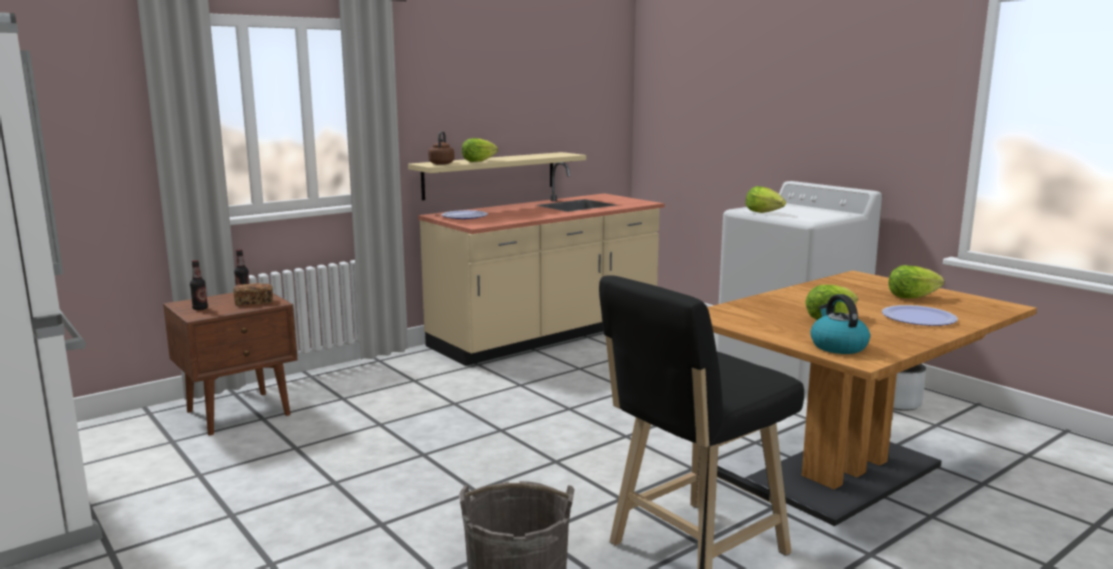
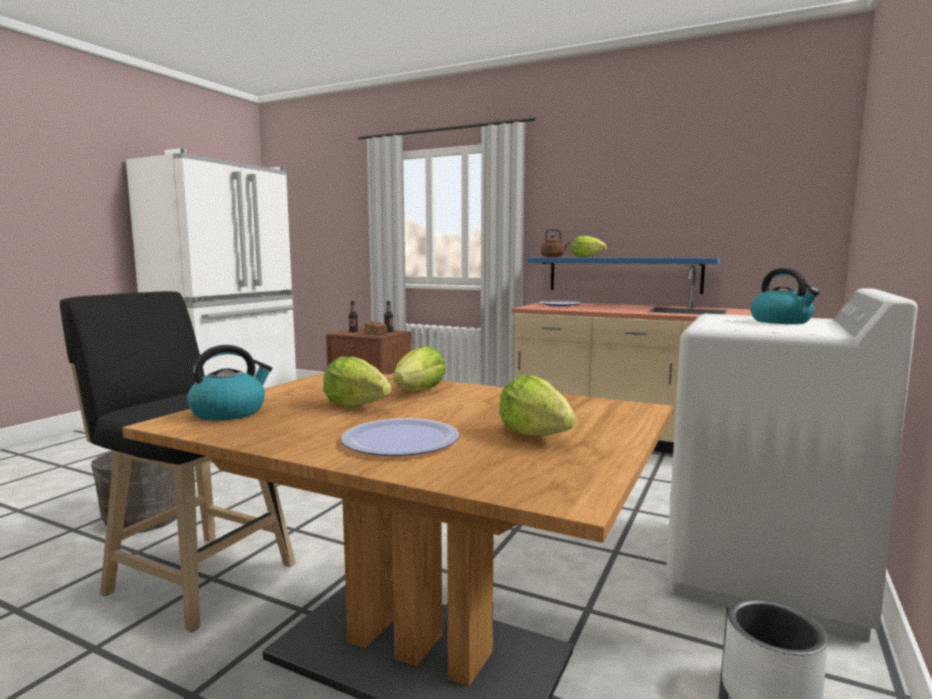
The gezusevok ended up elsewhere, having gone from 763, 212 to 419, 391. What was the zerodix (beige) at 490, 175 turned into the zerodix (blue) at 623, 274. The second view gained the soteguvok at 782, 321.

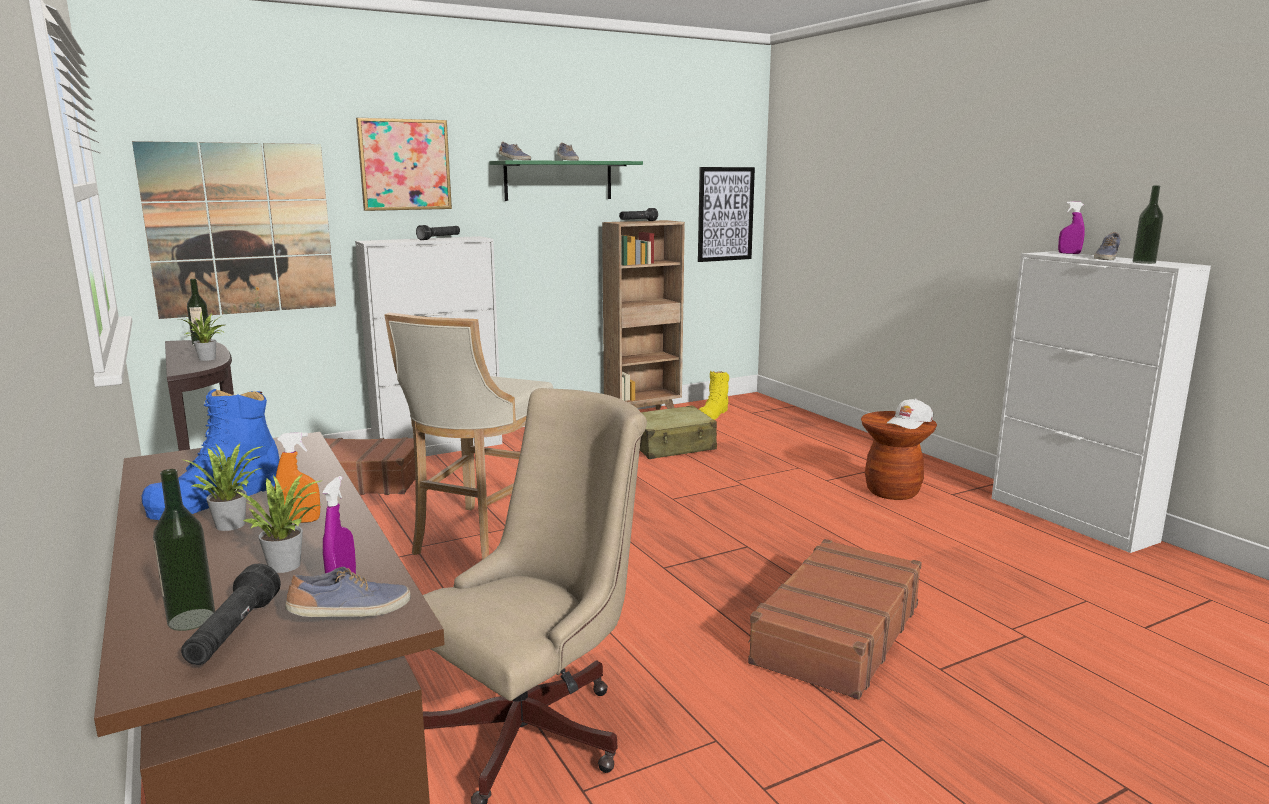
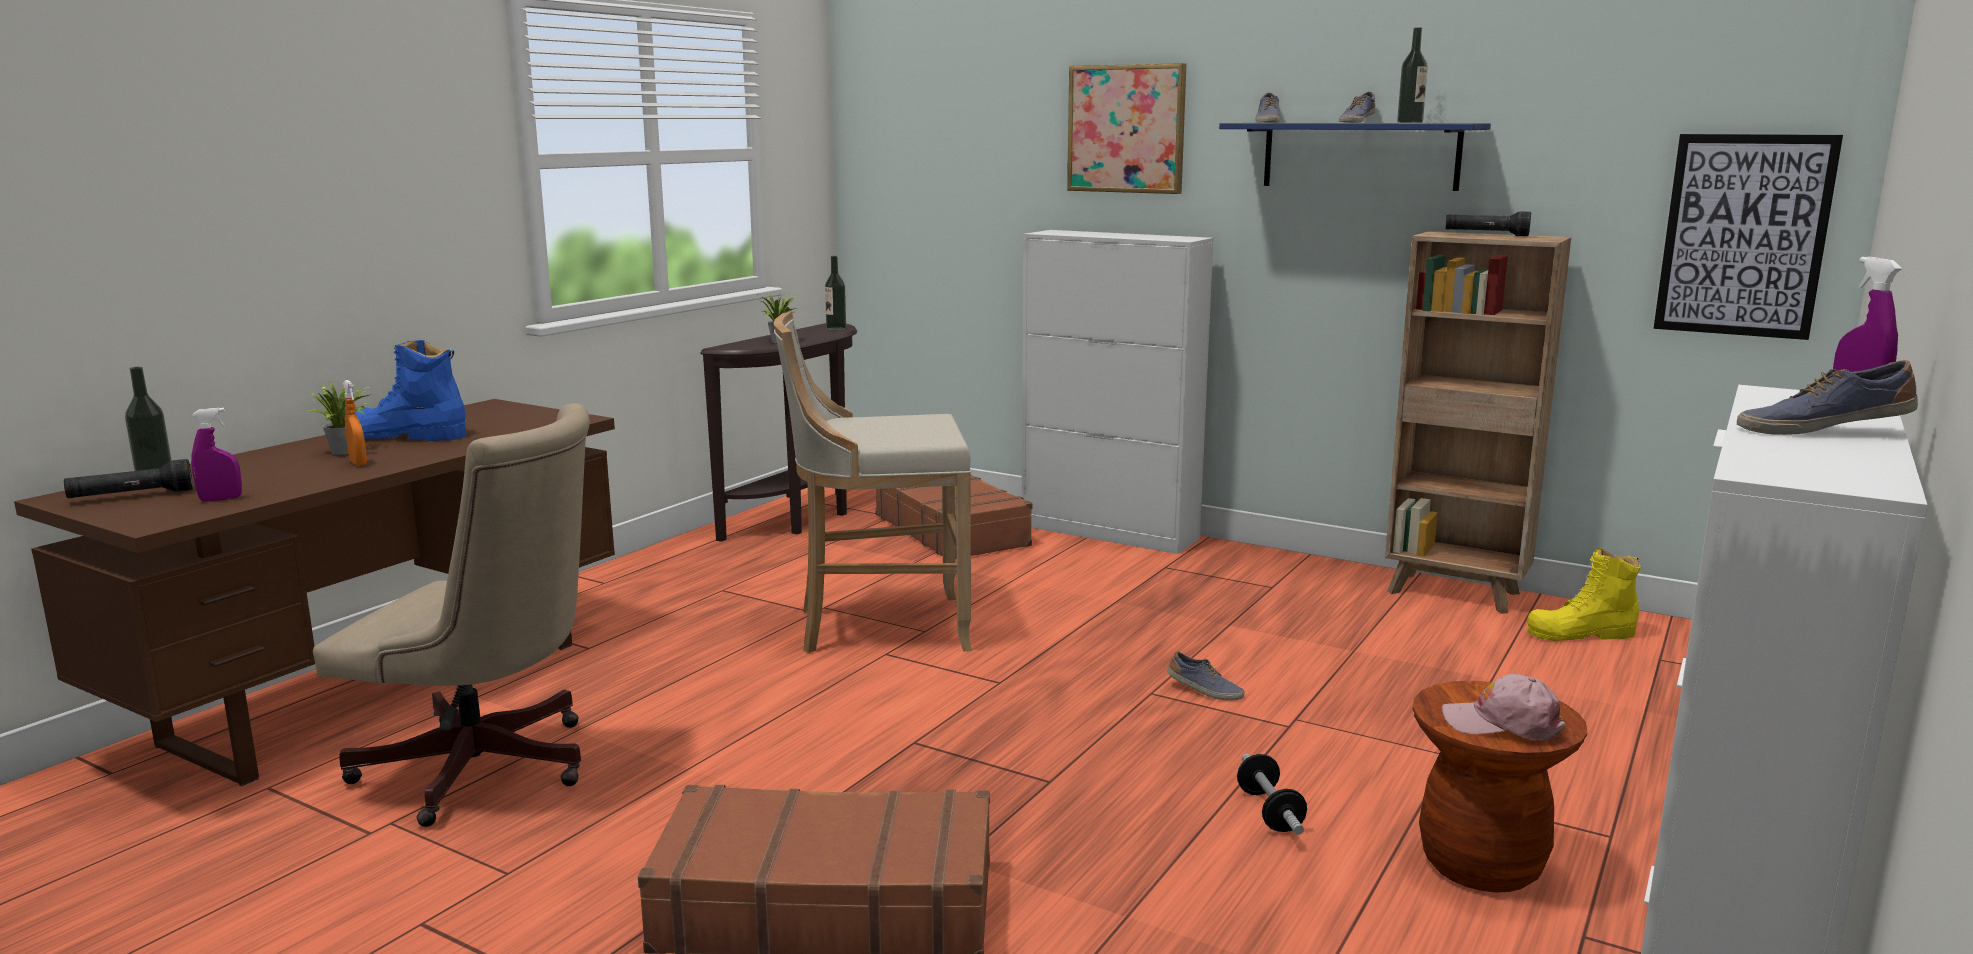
The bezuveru ended up elsewhere, having gone from 352, 613 to 1204, 691. What was the zerodix (green) at 558, 180 turned into the zerodix (blue) at 1360, 155. The second view gained the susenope at 1269, 812. The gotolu ended up elsewhere, having gone from 1144, 262 to 1409, 122. What was the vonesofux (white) at 909, 422 turned into the vonesofux (pink) at 1502, 723. The second view lost the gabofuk at 241, 229. The second view lost the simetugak at 288, 564. The second view lost the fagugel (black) at 439, 238. The second view lost the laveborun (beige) at 672, 446.

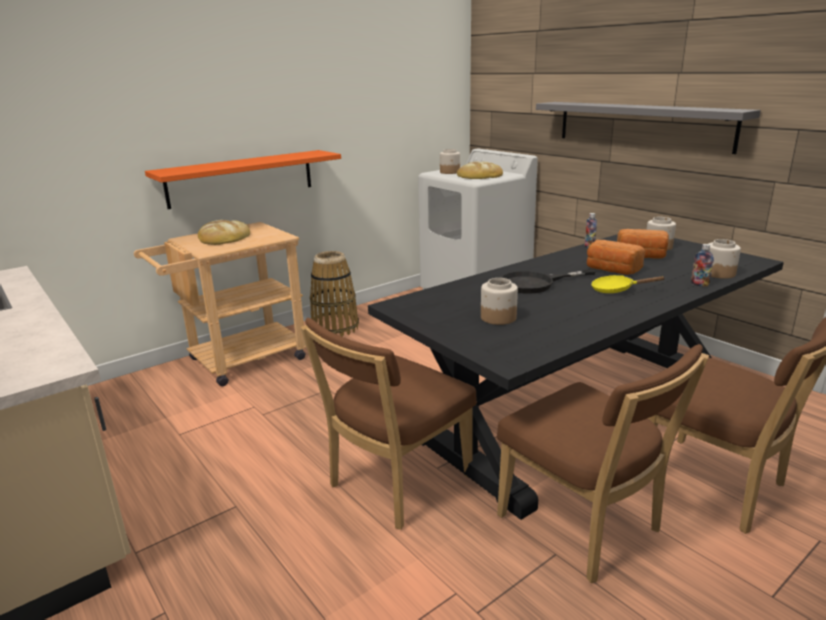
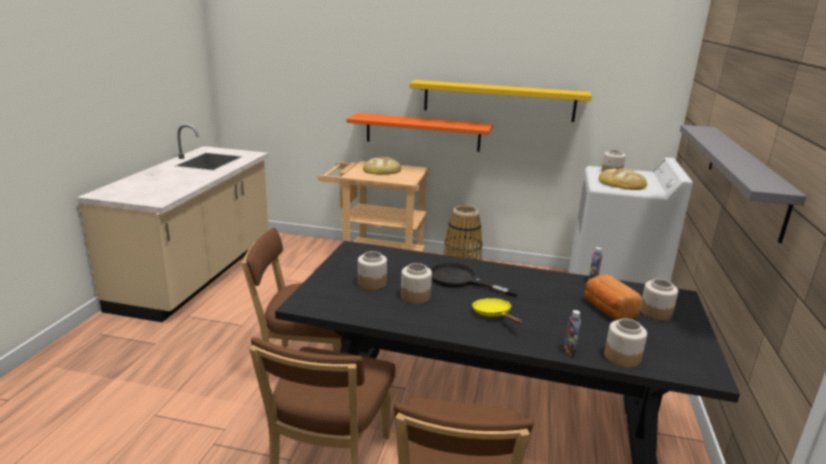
The second view gained the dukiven at 416, 296. The second view gained the zerodix (yellow) at 498, 100. The second view lost the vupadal at 611, 270.

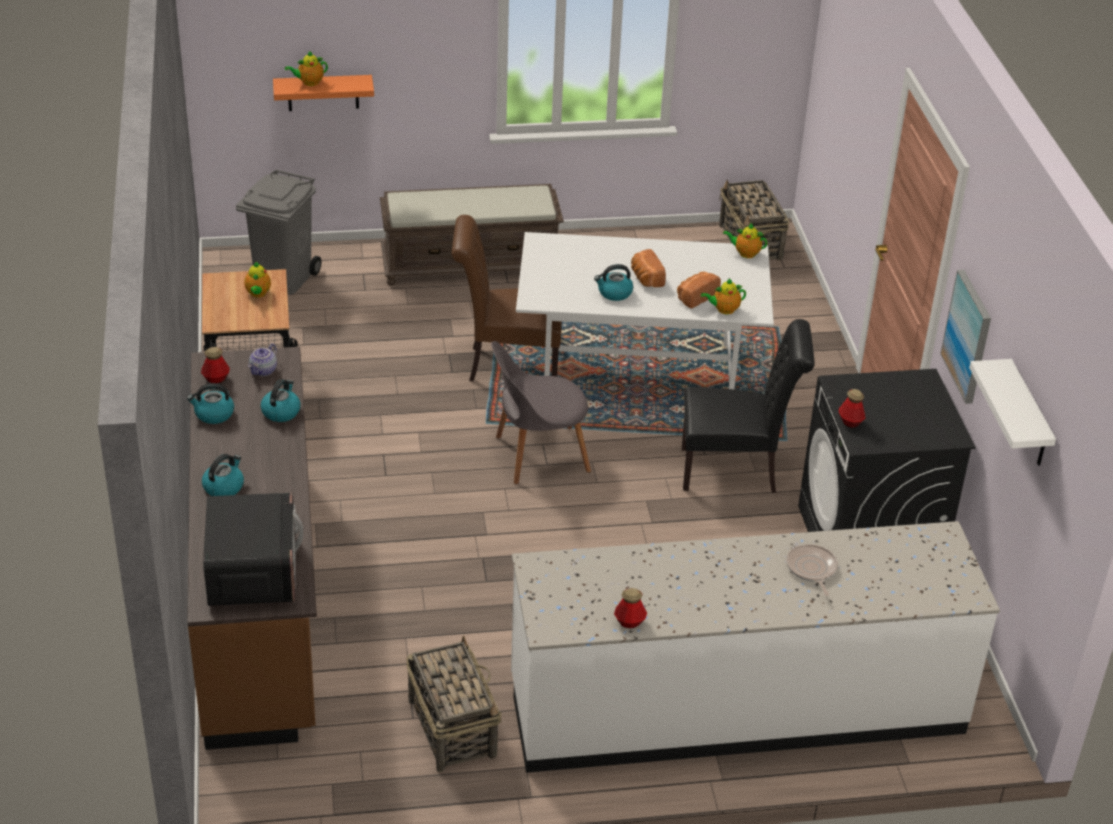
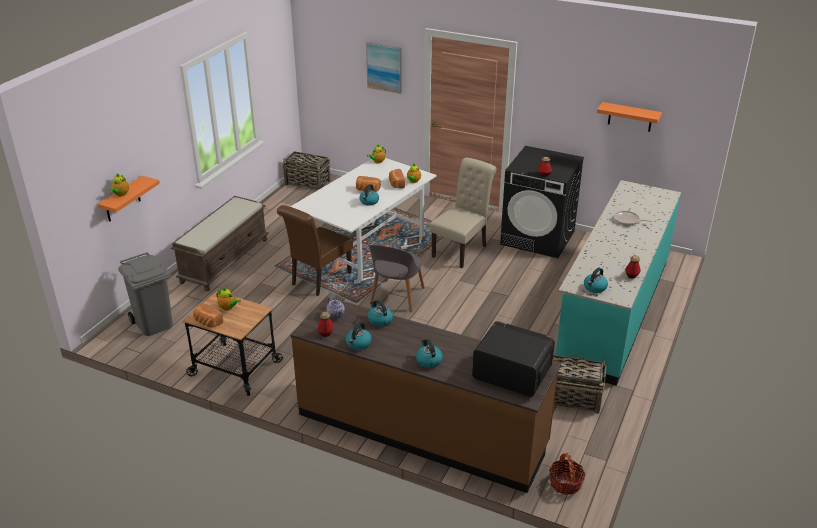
The second view gained the vupadal at 207, 322. The gabofuk ended up elsewhere, having gone from 968, 336 to 384, 67. What was the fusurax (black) at 735, 471 turned into the fusurax (beige) at 462, 250. The second view gained the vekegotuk at 565, 483. What was the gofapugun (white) at 736, 706 turned into the gofapugun (turquoise) at 613, 310. The second view gained the soteguvok at 594, 288. What was the zerodix (white) at 1028, 416 turned into the zerodix (orange) at 630, 117.

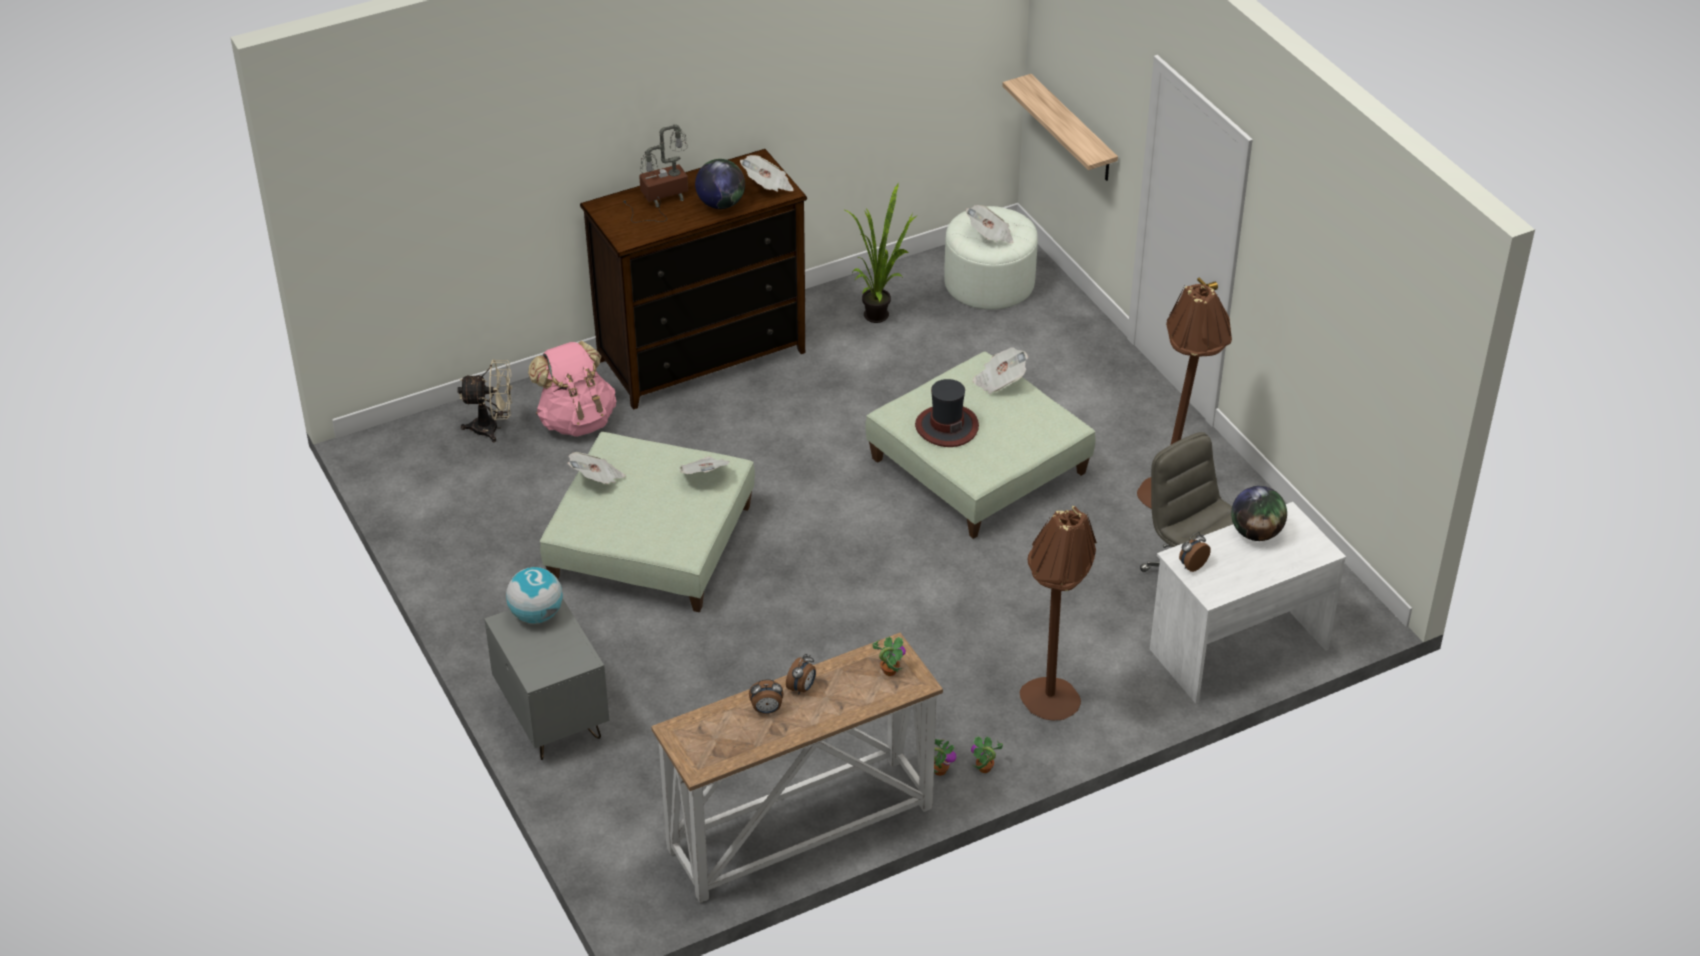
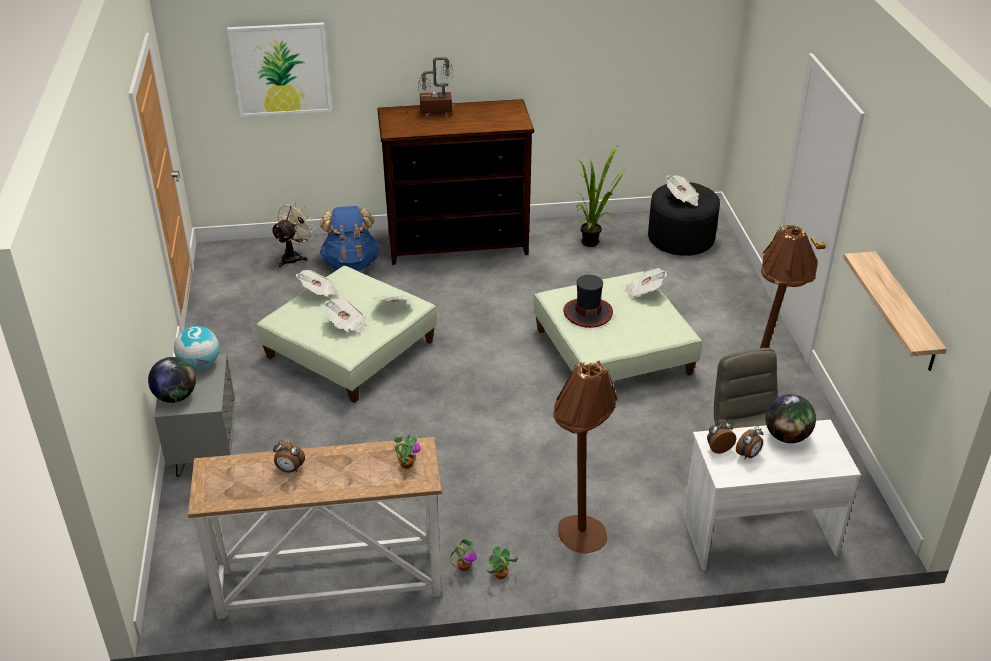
The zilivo ended up elsewhere, having gone from 720, 204 to 175, 397. The second view gained the gabofuk at 281, 69. The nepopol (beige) at 492, 428 ended up facing another way, 75 degrees counterclockwise from before. What was the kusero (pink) at 576, 420 turned into the kusero (blue) at 351, 263. The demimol ended up elsewhere, having gone from 768, 186 to 347, 325. What was the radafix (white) at 989, 283 turned into the radafix (black) at 681, 238. The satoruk ended up elsewhere, having gone from 802, 688 to 748, 455. The zerodix ended up elsewhere, having gone from 1072, 129 to 904, 312.

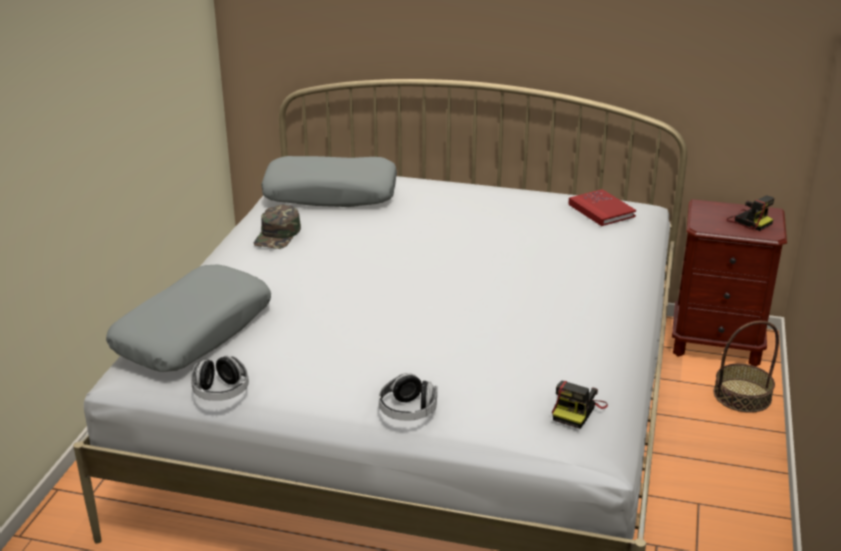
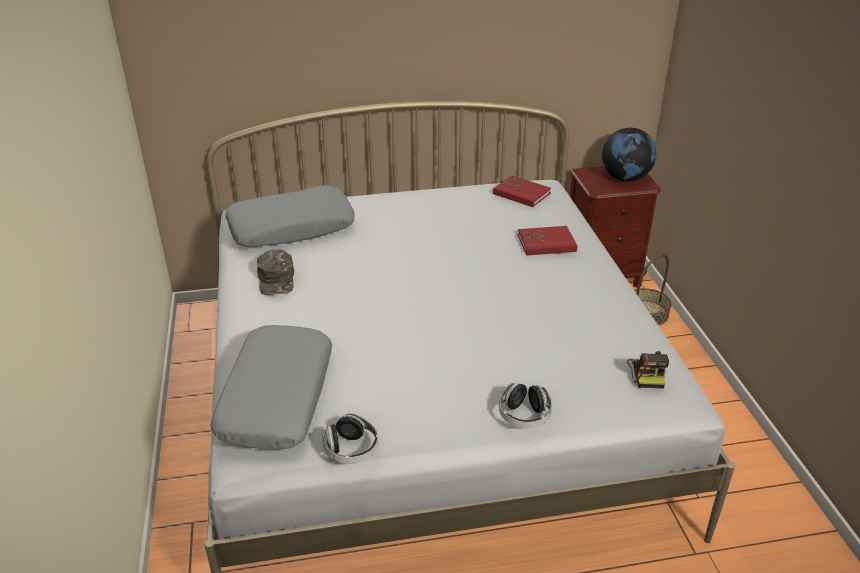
The second view gained the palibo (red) at 546, 243. Where the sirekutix stood at 748, 221, the zilivo came to stand at 625, 178.

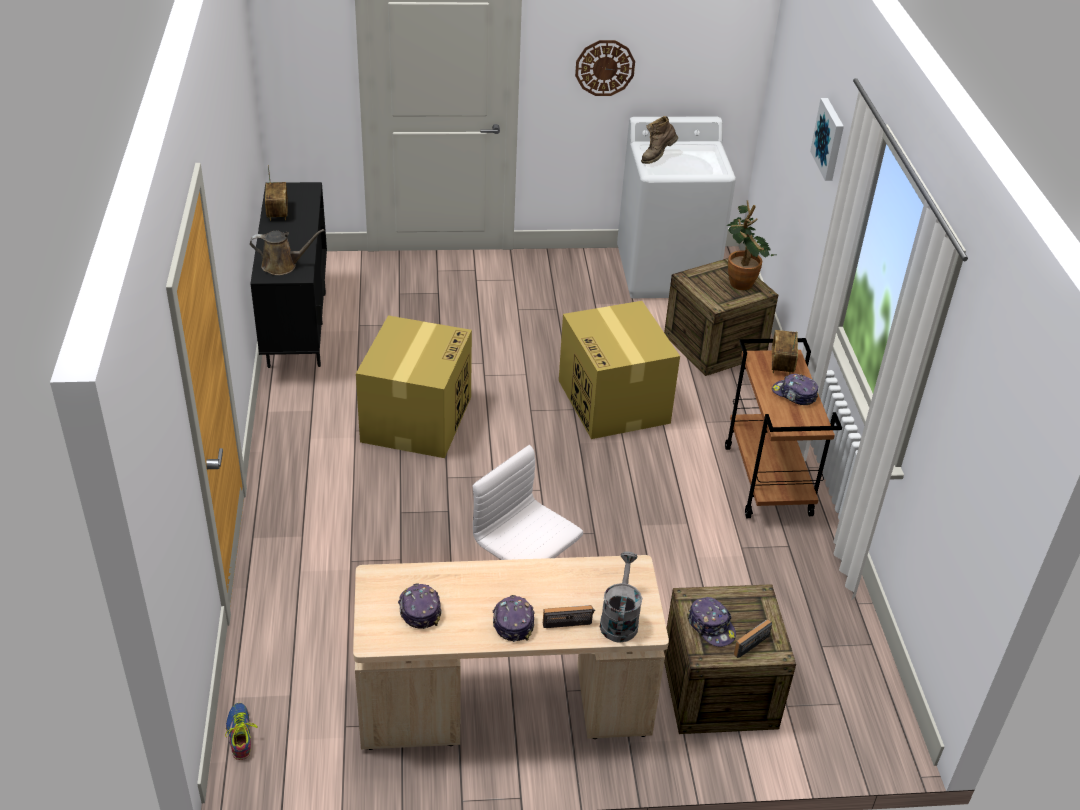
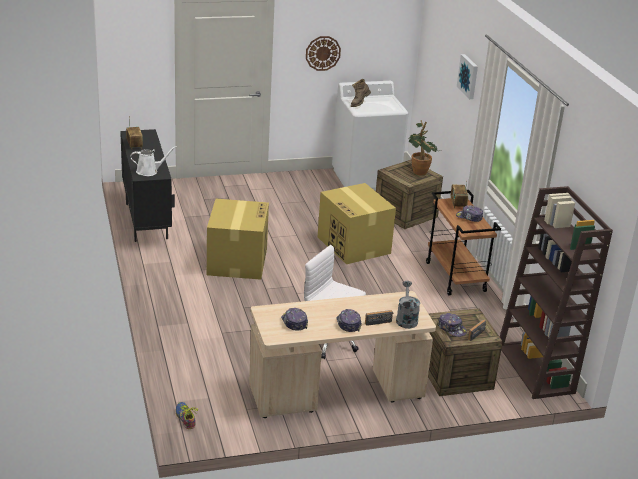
What was the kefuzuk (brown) at 282, 266 turned into the kefuzuk (white) at 149, 171. The second view gained the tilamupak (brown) at 536, 370.

